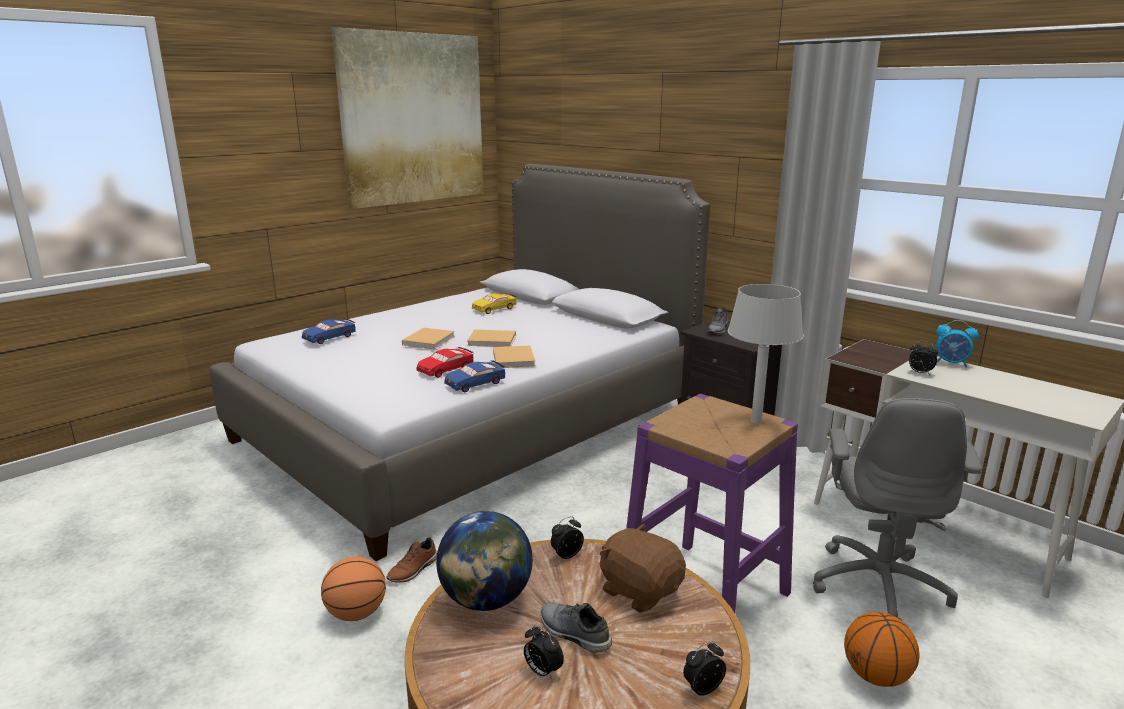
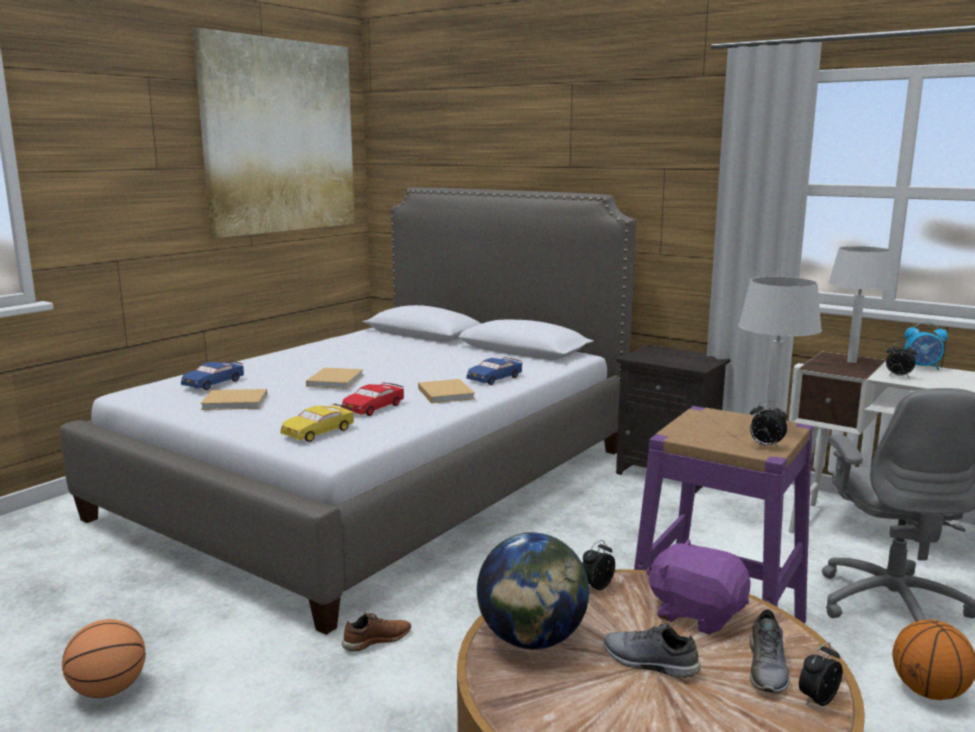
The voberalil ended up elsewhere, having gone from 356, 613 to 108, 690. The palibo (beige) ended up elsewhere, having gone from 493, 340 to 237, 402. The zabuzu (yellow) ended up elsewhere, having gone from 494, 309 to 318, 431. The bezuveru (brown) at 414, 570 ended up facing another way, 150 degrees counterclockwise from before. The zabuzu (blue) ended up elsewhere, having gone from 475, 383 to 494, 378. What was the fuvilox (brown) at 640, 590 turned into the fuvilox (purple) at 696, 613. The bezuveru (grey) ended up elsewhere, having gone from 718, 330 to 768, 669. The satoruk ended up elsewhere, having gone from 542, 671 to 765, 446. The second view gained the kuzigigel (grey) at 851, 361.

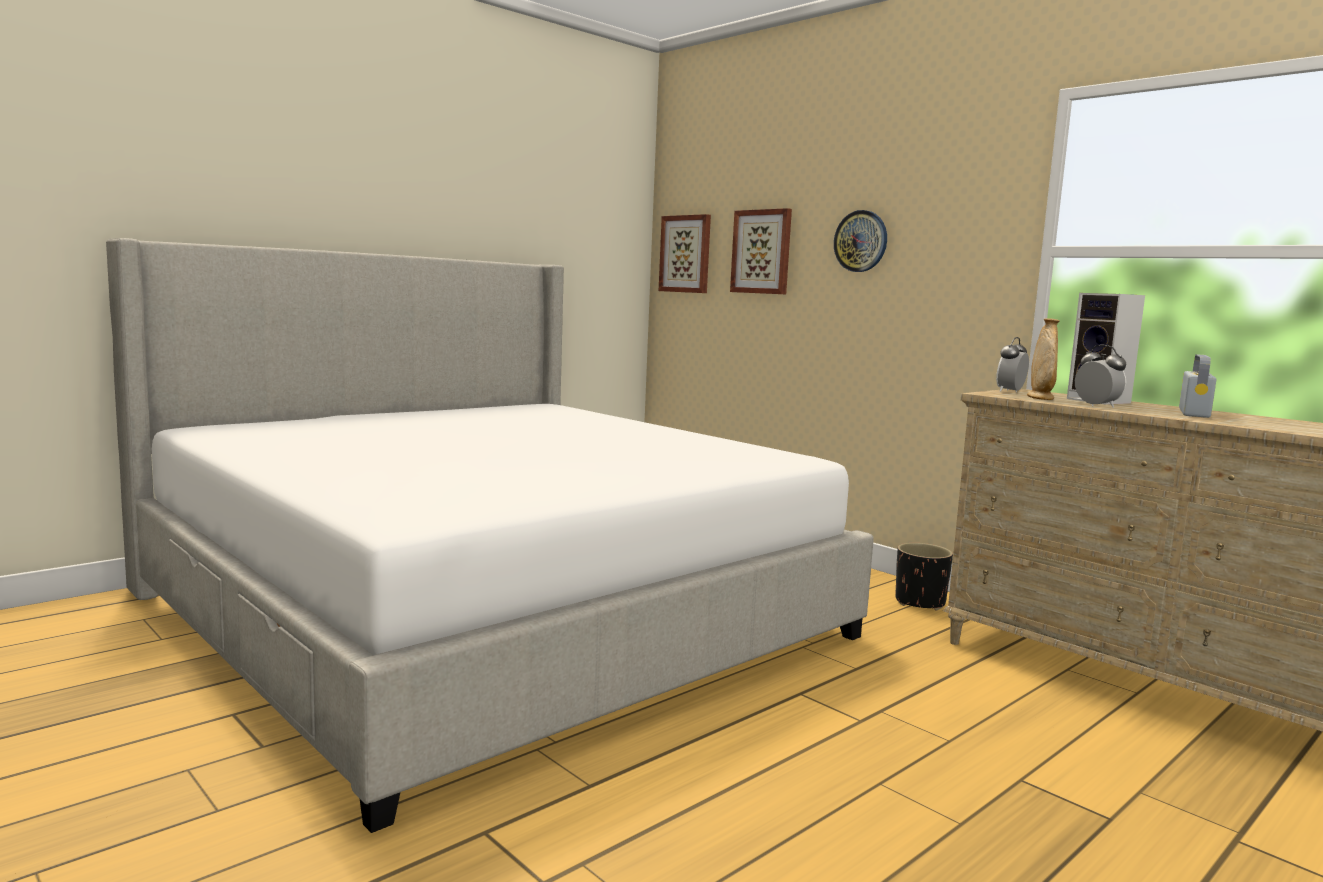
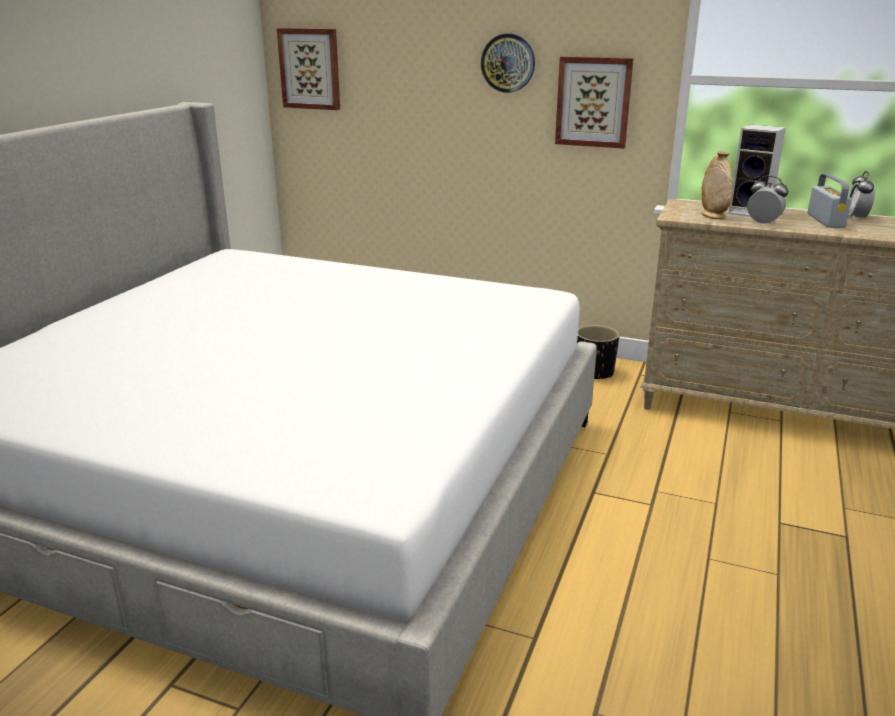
The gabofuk ended up elsewhere, having gone from 762, 252 to 593, 102. The satoruk ended up elsewhere, having gone from 1010, 391 to 856, 218.

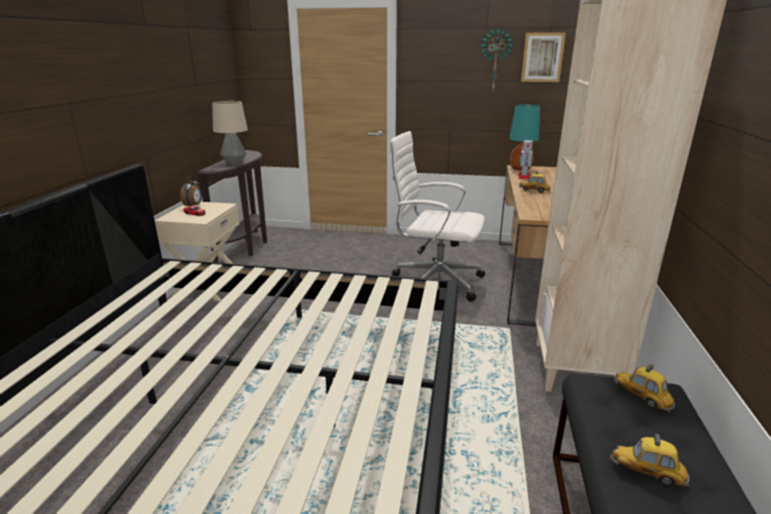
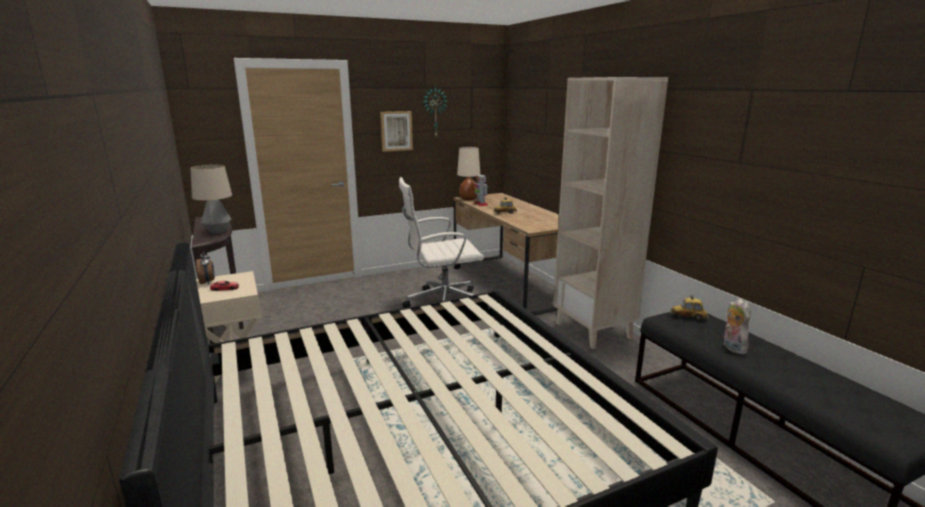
The gabofuk ended up elsewhere, having gone from 542, 57 to 396, 131. What was the kuzigigel (turquoise) at 520, 169 turned into the kuzigigel (beige) at 468, 199. Where the zabuzu stood at 647, 473, the fuvilox came to stand at 732, 347.

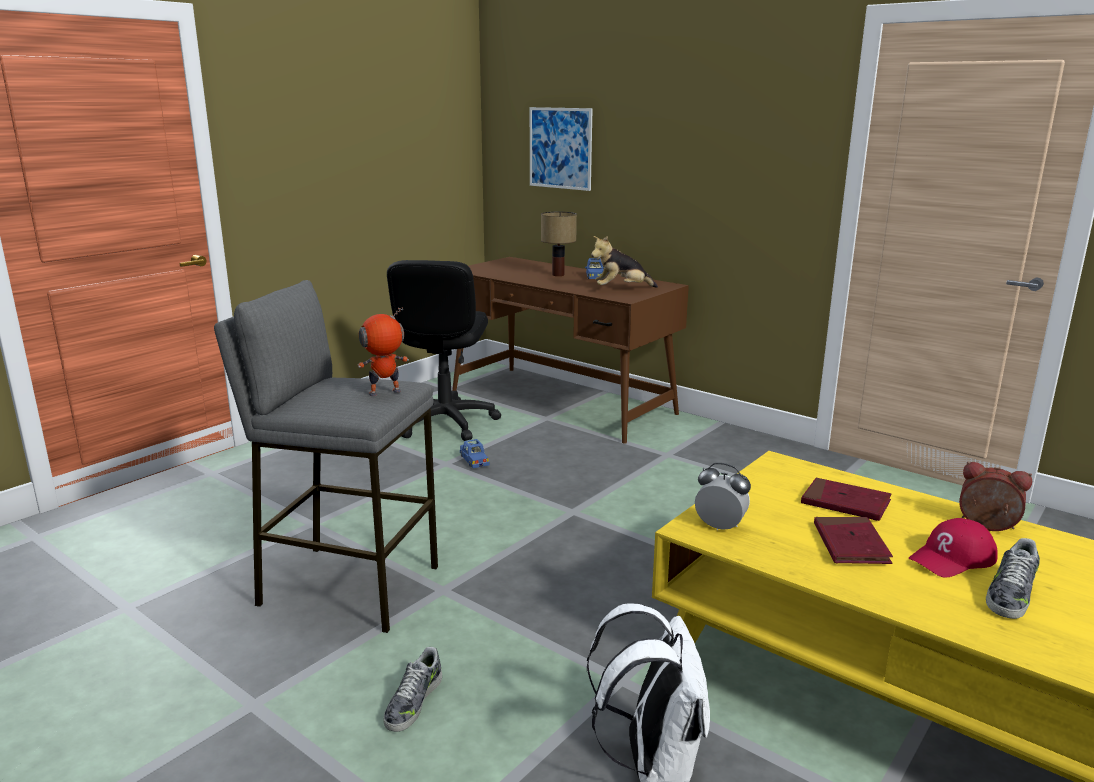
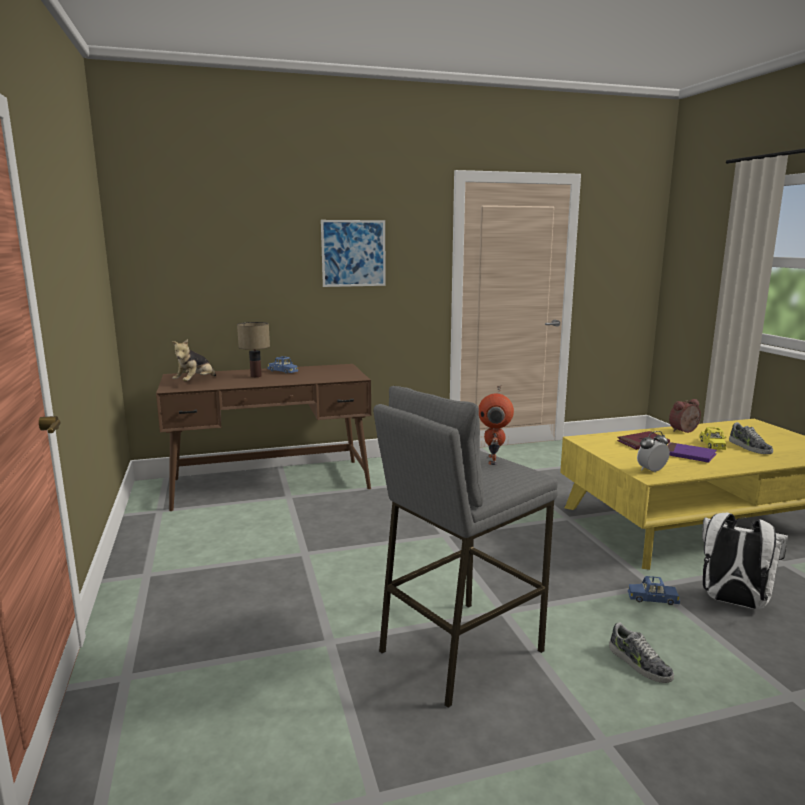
The fuvilox ended up elsewhere, having gone from 621, 289 to 195, 382. The gabofuk ended up elsewhere, having gone from 560, 148 to 353, 253. The zabuzu (blue) ended up elsewhere, having gone from 473, 460 to 652, 599. What was the palibo (red) at 850, 544 turned into the palibo (purple) at 688, 455. Where the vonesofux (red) stood at 953, 558, the zabuzu (yellow) came to stand at 712, 445. The second view lost the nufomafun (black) at 445, 422.

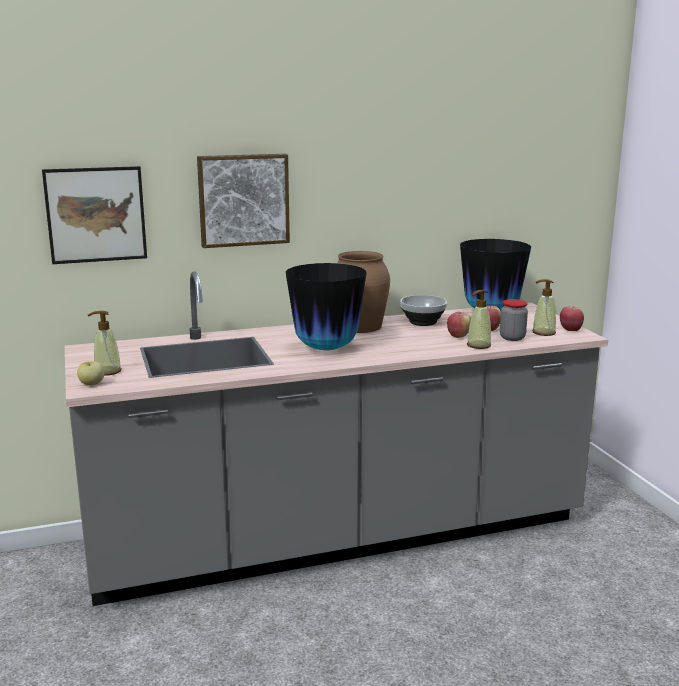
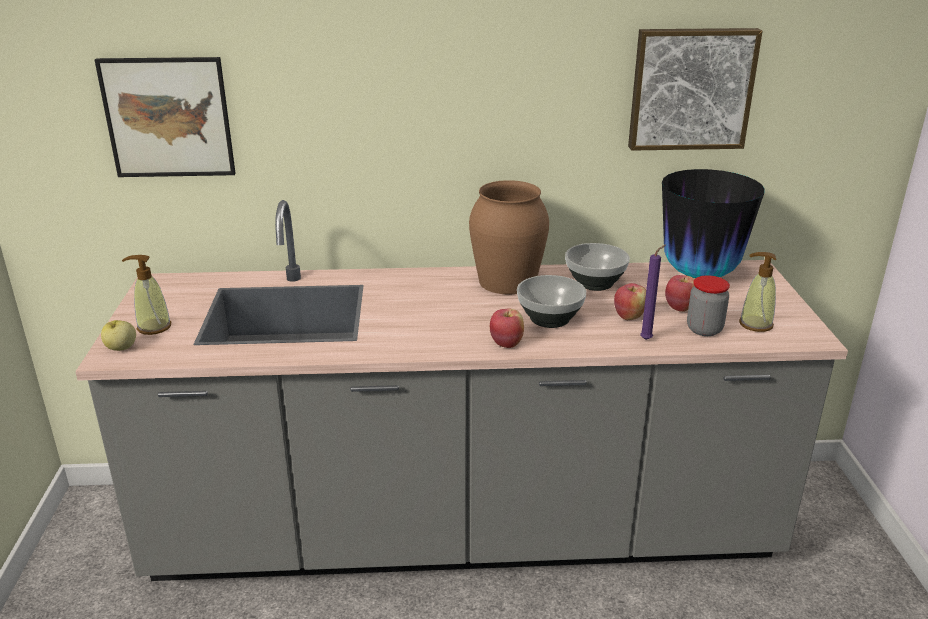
The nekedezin ended up elsewhere, having gone from 570, 330 to 506, 343. The second view gained the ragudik at 549, 319. The gabofuk ended up elsewhere, having gone from 243, 199 to 690, 88. Where the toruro stood at 478, 345, the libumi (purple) came to stand at 647, 339. The second view lost the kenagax at 326, 348.

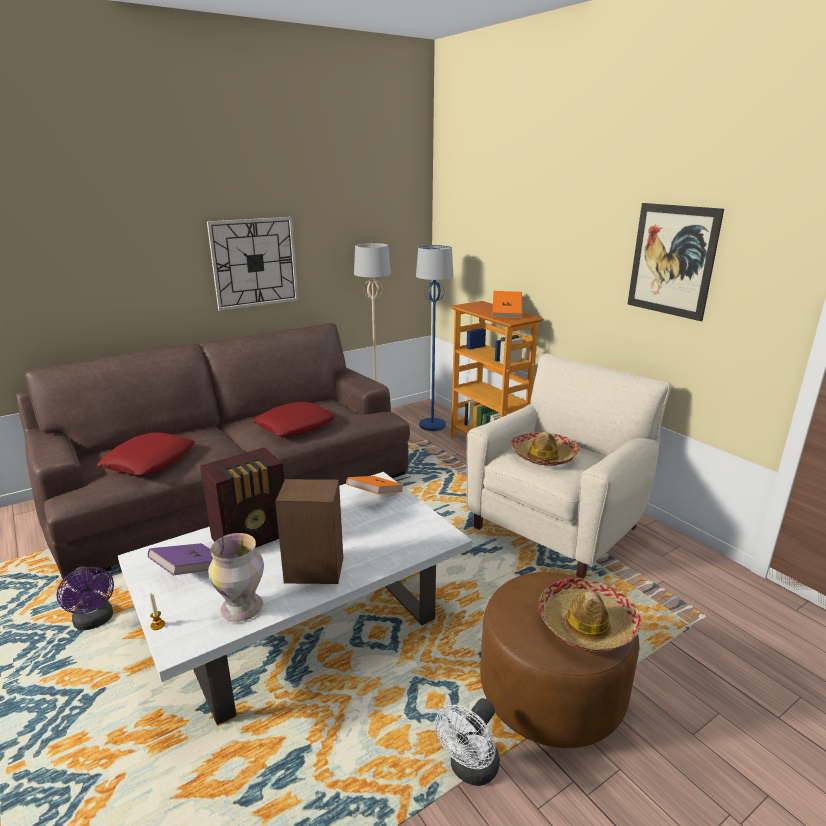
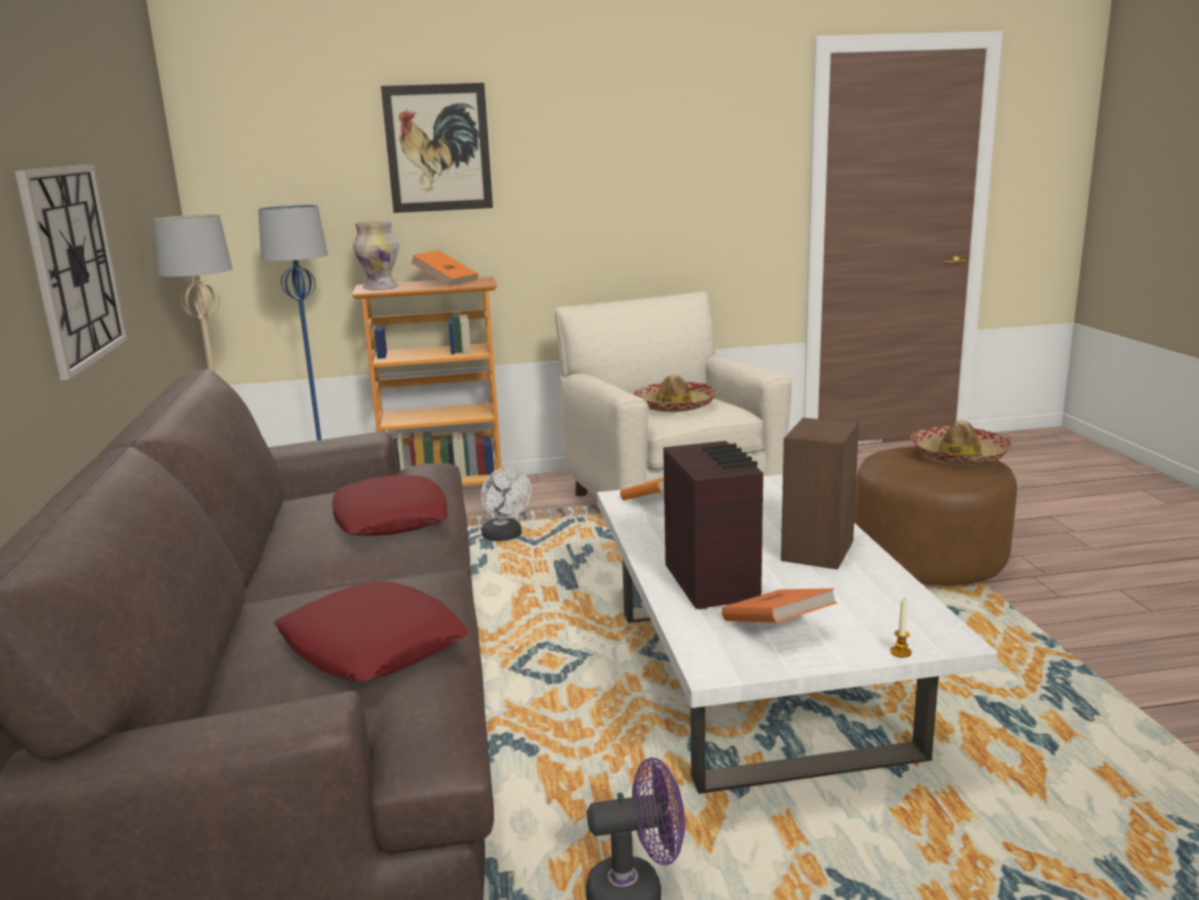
The kenagax ended up elsewhere, having gone from 241, 609 to 381, 288. The gabofuk ended up elsewhere, having gone from 672, 260 to 438, 148. The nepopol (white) ended up elsewhere, having gone from 470, 770 to 505, 537. What was the palibo (purple) at 189, 571 turned into the palibo (orange) at 776, 628.

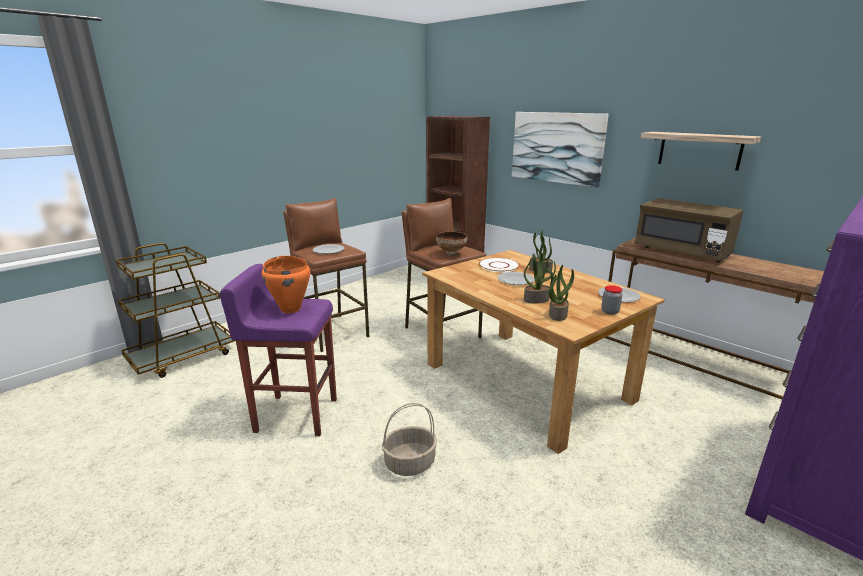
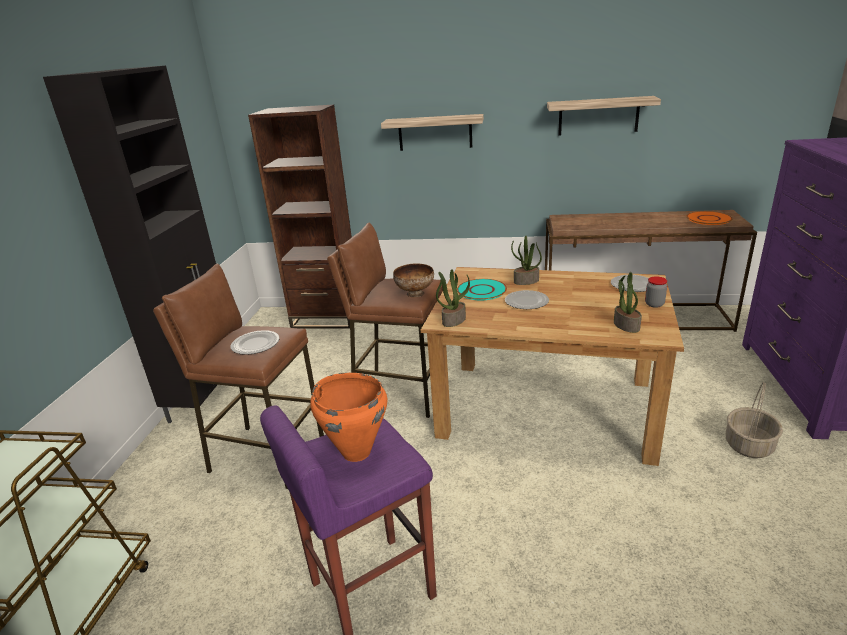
The second view gained the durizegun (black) at 207, 396. Where the gabofuk hung at 556, 147, the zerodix came to hang at 435, 132. The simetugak ended up elsewhere, having gone from 536, 299 to 454, 320. What was the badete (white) at 498, 266 turned into the badete (turquoise) at 481, 290. The second view gained the badete (orange) at 708, 219. The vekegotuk ended up elsewhere, having gone from 410, 463 to 748, 445. The second view lost the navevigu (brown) at 681, 252.

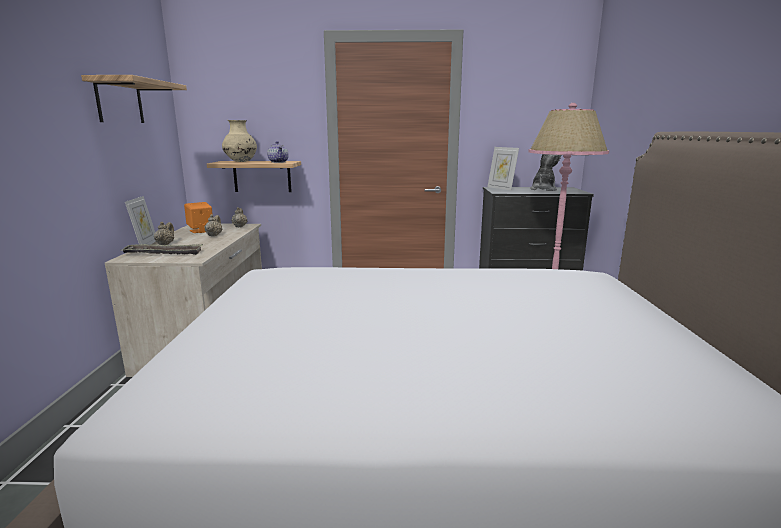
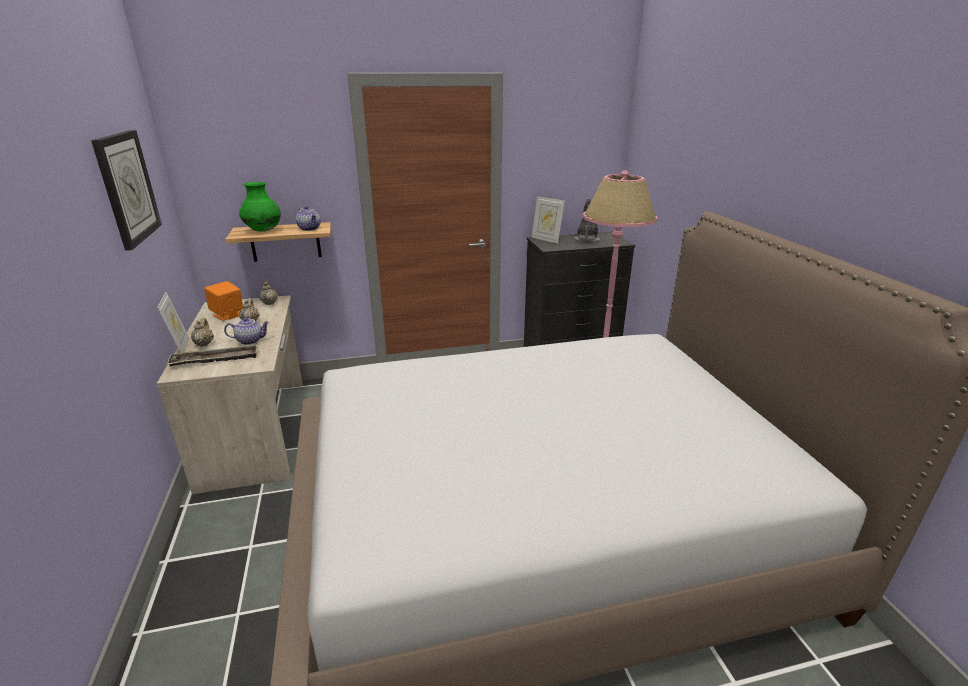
Where the zerodix hung at 119, 101, the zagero came to hang at 127, 188. The second view gained the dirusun at 250, 340. What was the kenagax (beige) at 241, 162 turned into the kenagax (green) at 263, 231.

